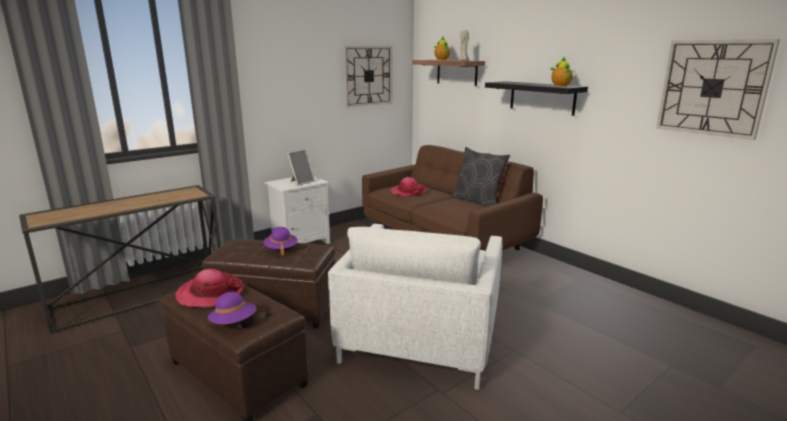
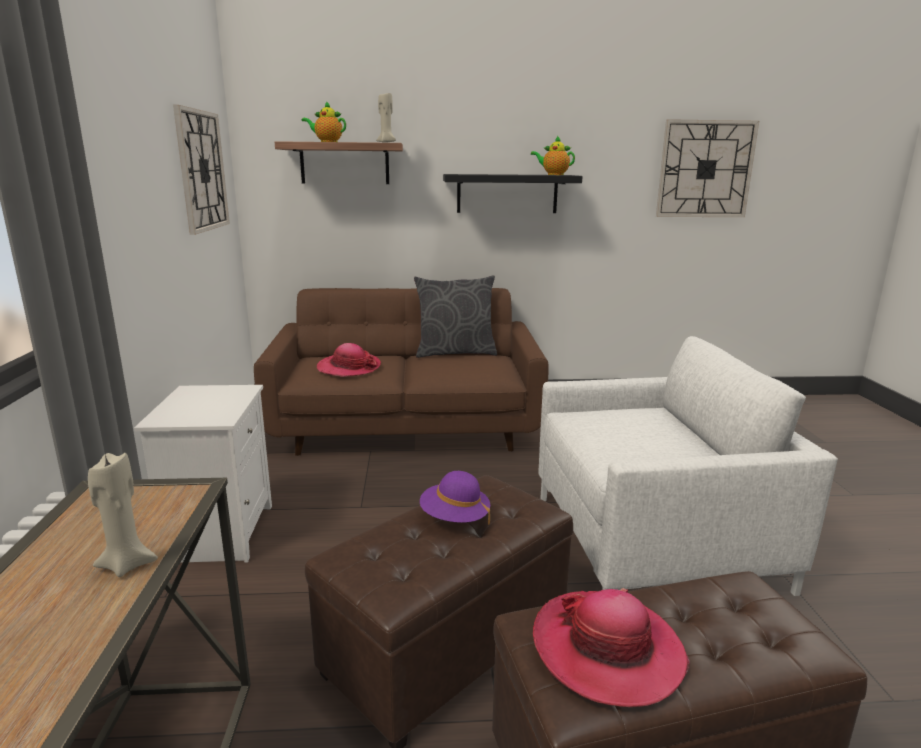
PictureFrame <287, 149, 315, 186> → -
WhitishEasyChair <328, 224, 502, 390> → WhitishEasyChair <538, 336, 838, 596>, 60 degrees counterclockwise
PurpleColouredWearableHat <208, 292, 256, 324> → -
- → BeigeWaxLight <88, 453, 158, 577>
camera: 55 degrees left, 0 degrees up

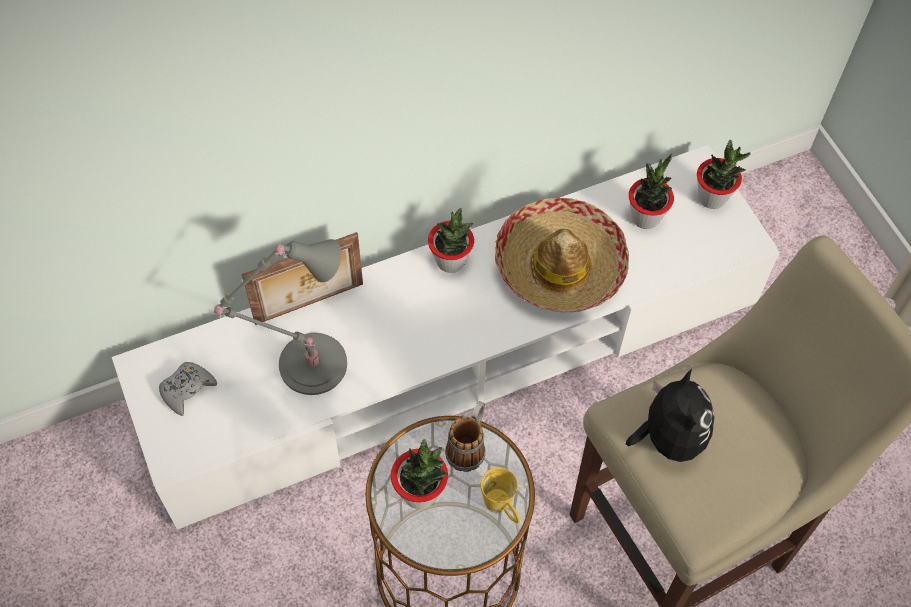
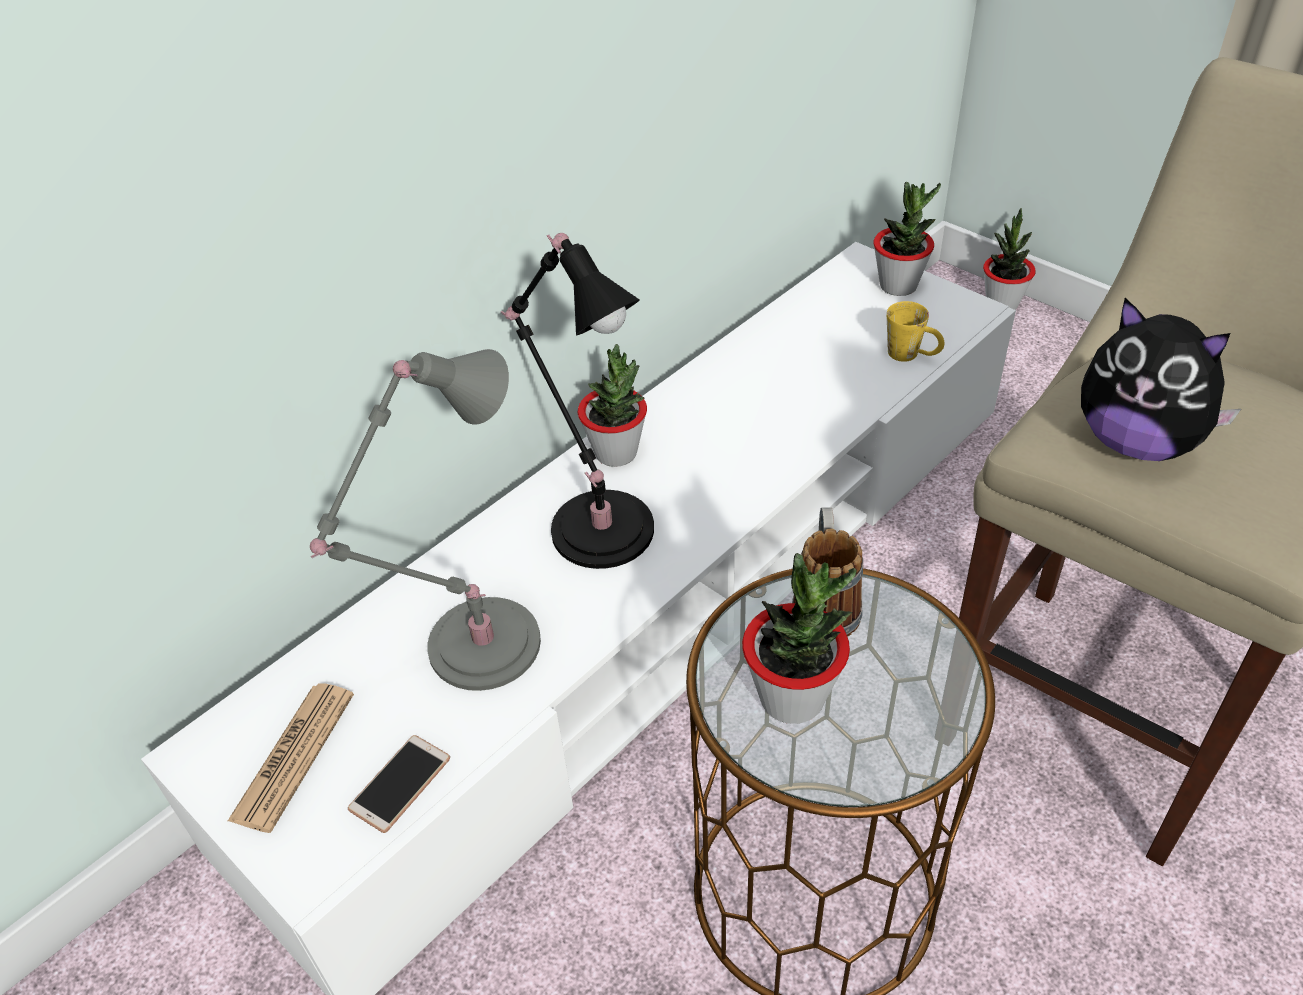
PlantInAPot <629, 154, 674, 229> → PlantInAPot <983, 208, 1036, 310>, move
WearableHat <495, 198, 629, 313> → -
PictureFrame <242, 232, 363, 325> → -
GrayGamepad <159, 362, 217, 416> → DailyPaper <228, 683, 354, 833>
PlushToy <626, 369, 715, 462> → PlushToy <1081, 298, 1241, 461>, 150 degrees clockwise
YellowishCoffeeMug <481, 467, 520, 523> → YellowishCoffeeMug <887, 301, 944, 362>, move
- → BlackTabletopLamp <500, 233, 654, 569>
- → Telephone <348, 735, 450, 833>
camera: 20 degrees left, 15 degrees down

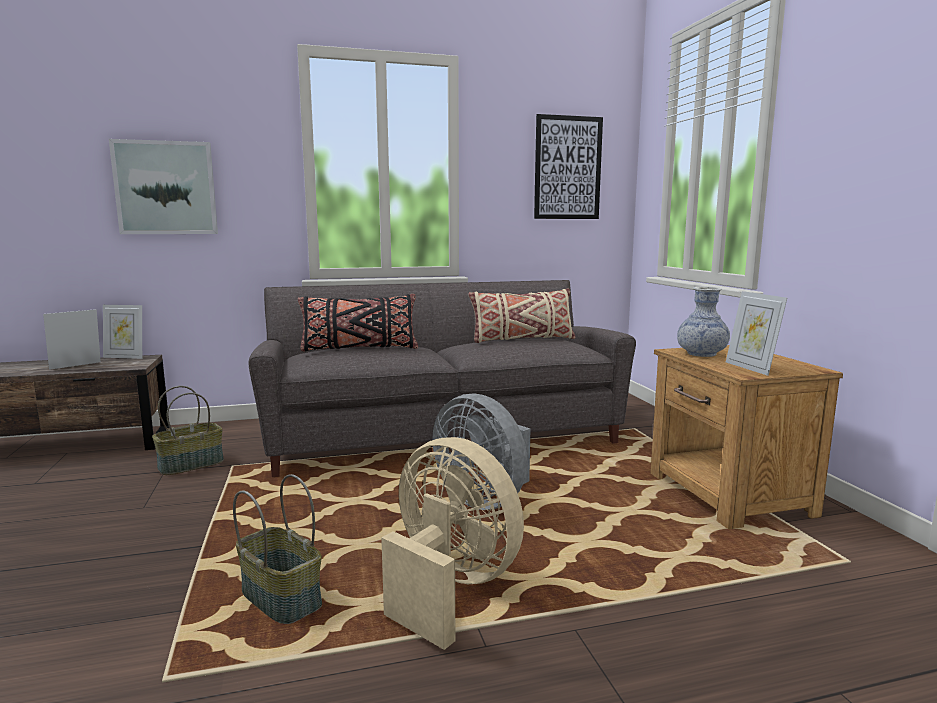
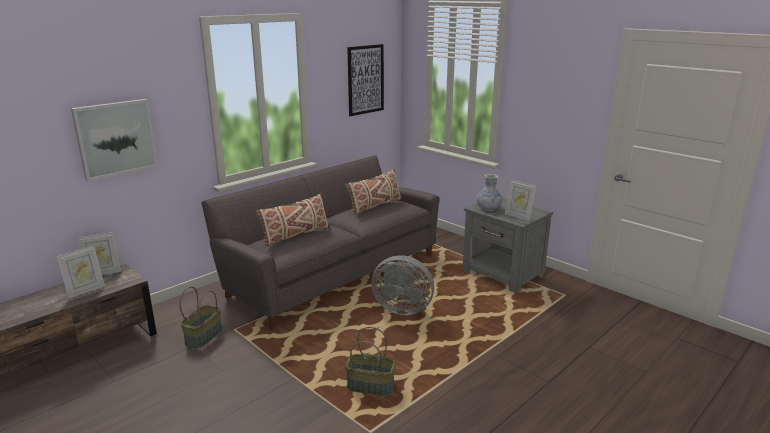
BlackPillow <298, 294, 418, 352> → BeigePillow <256, 193, 330, 246>
PictureFrame <43, 309, 101, 370> → PictureFrame <56, 245, 105, 298>, 150 degrees counterclockwise
BrownishBedsideTable <650, 345, 843, 529> → GrayBedsideTable <462, 198, 553, 293>
BeigeFan <381, 437, 524, 650> → -
camera: 30 degrees left, 10 degrees up

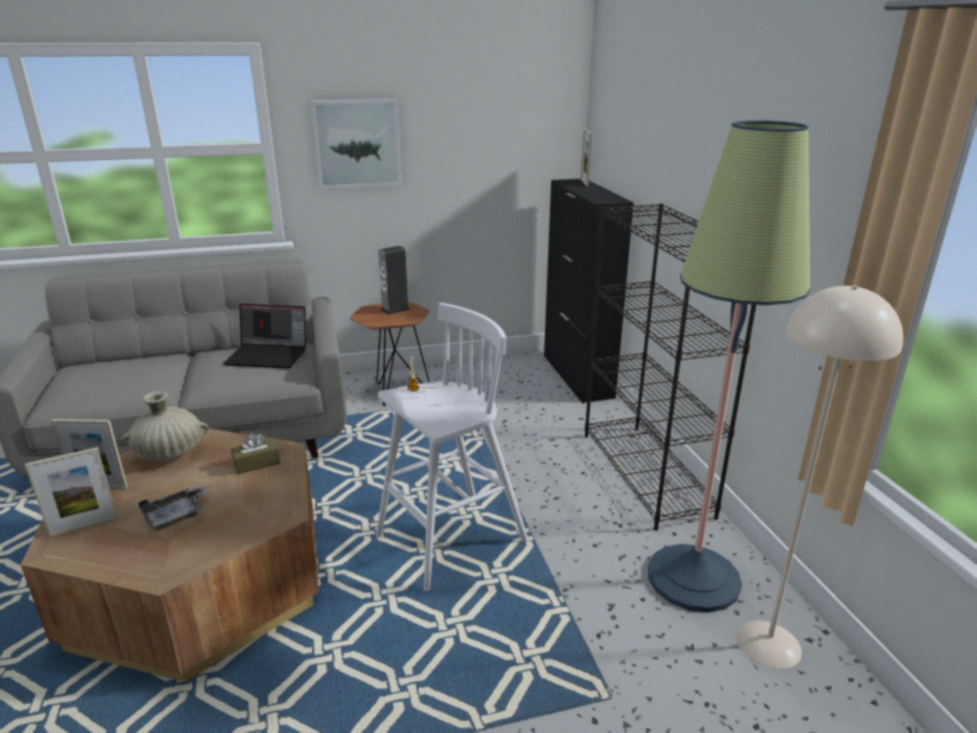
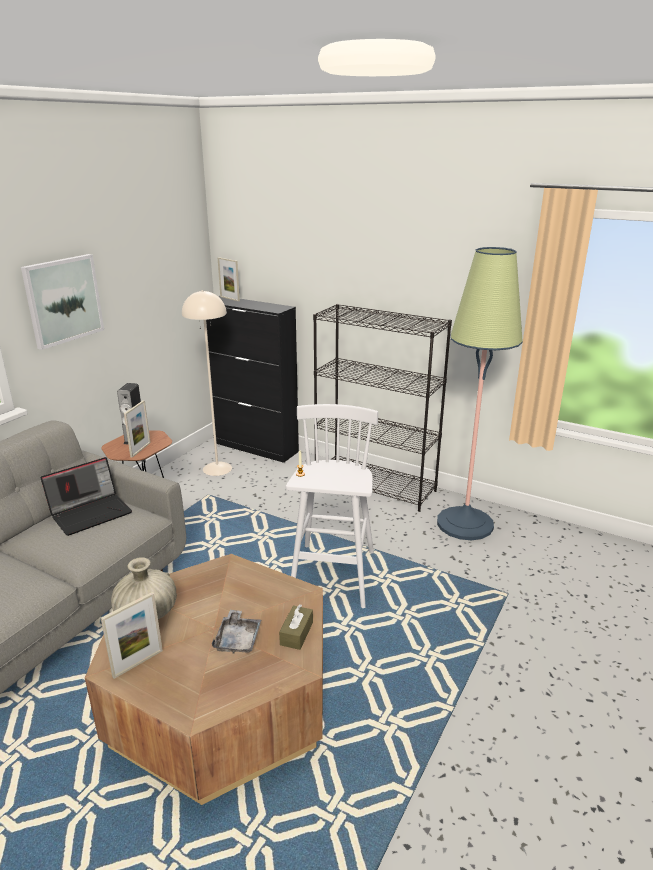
BeigeStandardLamp <736, 285, 903, 669> → BeigeStandardLamp <182, 290, 232, 476>, move
BrownishTissueHolder <231, 433, 280, 474> → BrownishTissueHolder <279, 604, 313, 650>, move
PictureFrame <25, 447, 118, 537> → PictureFrame <124, 400, 151, 458>, move
camera: 45 degrees left, 0 degrees up

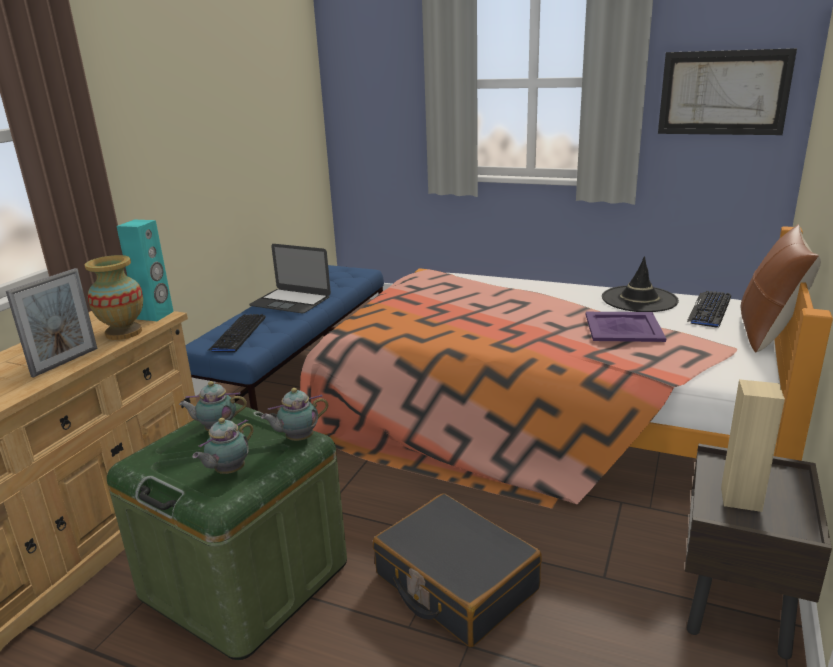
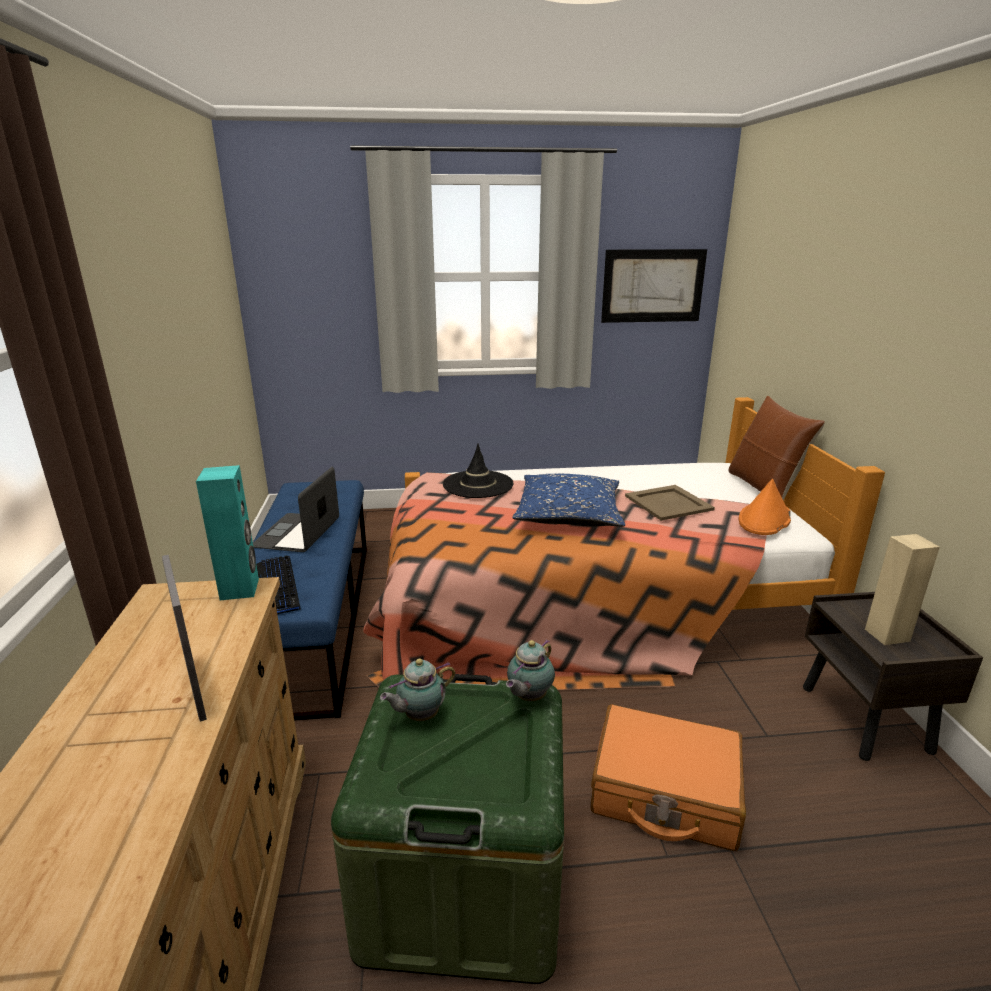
NotebookComputer <249, 244, 331, 313> → NotebookComputer <253, 467, 339, 552>, 105 degrees clockwise
FlowerVase <85, 255, 143, 340> → -
BlackWearableHat <602, 256, 679, 312> → BlackWearableHat <443, 444, 513, 498>, move
PictureFrame <6, 268, 97, 378> → PictureFrame <162, 555, 207, 722>, 150 degrees clockwise
Keyboard <687, 291, 731, 328> → -
PurpleColouredTray <586, 312, 666, 342> → BeigeTray <625, 485, 715, 521>
TeaPot <192, 418, 254, 474> → -
BlackSuitcase <373, 493, 542, 647> → OrangeSuitcase <590, 704, 746, 851>
- → BluishPillow <513, 474, 625, 527>
- → OrangeWearableHat <739, 479, 791, 535>
camera: 30 degrees left, 0 degrees up

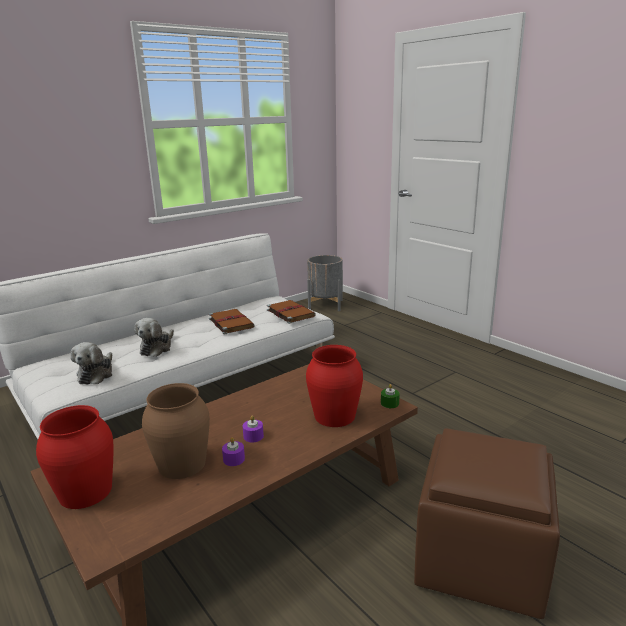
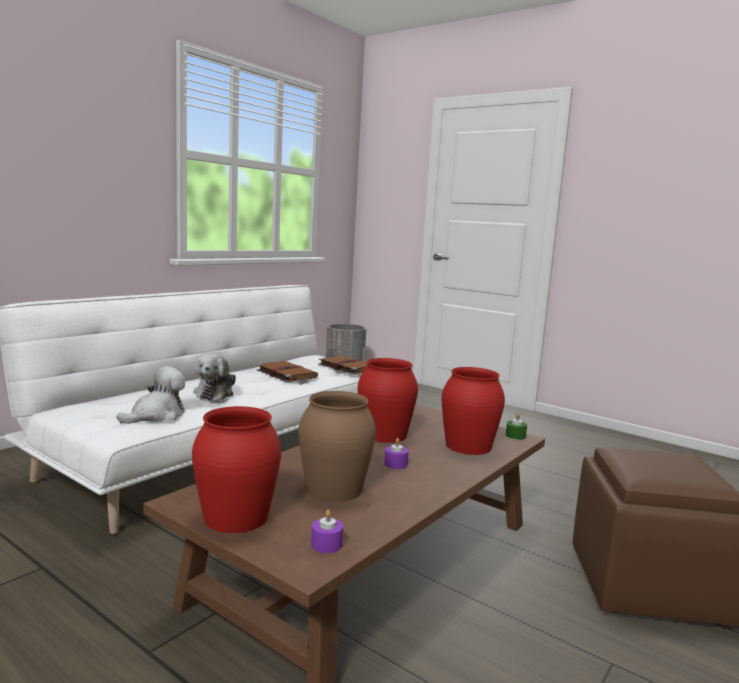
PlushToy <70, 342, 112, 385> → PlushToy <117, 366, 185, 424>, 135 degrees counterclockwise
PurpleColouredWaxLight <222, 437, 245, 466> → PurpleColouredWaxLight <311, 510, 343, 553>, move
- → RedFlowerVase <358, 358, 418, 443>
camera: 15 degrees left, 10 degrees down

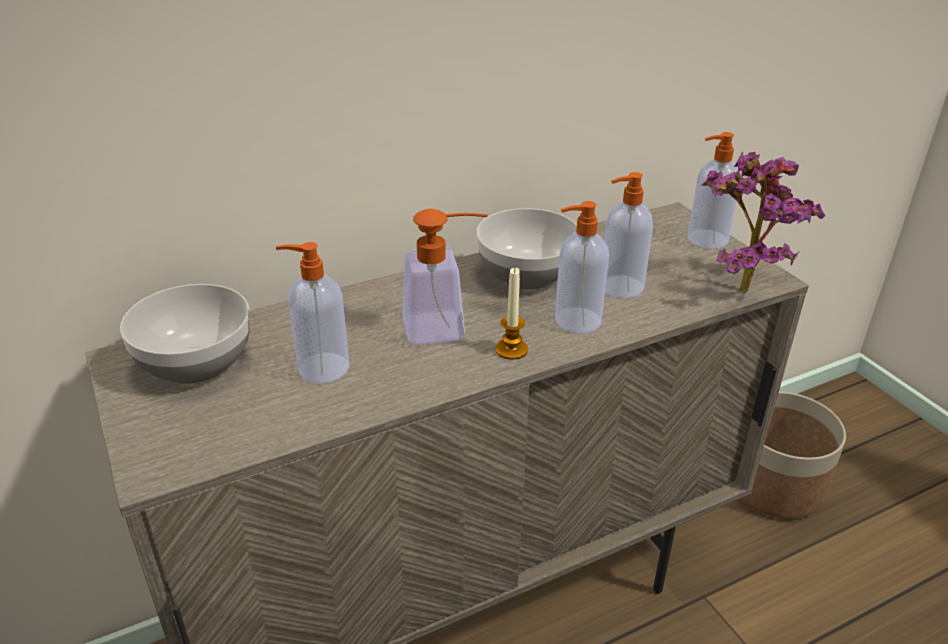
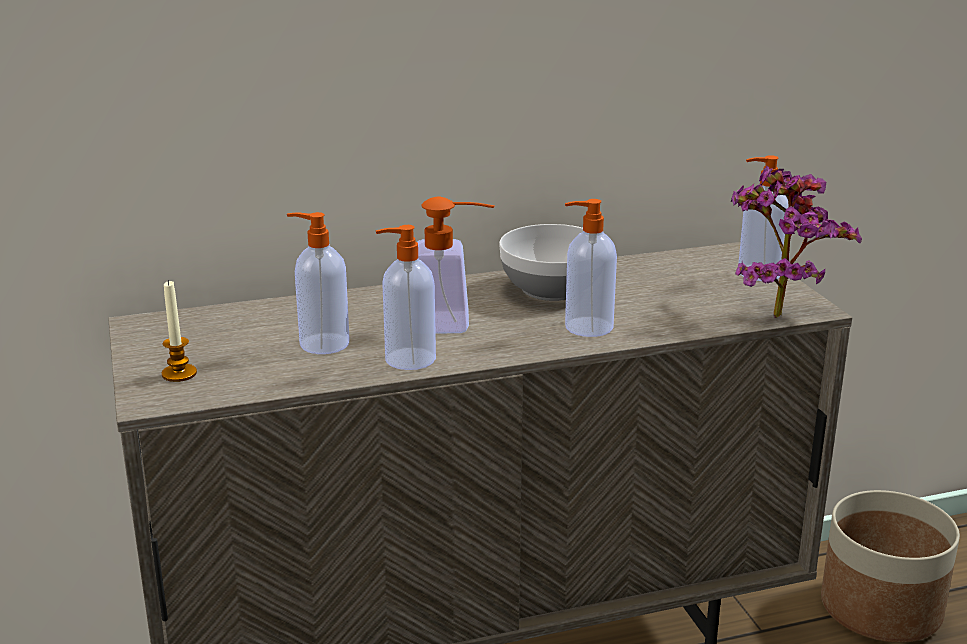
SoapBottle <604, 172, 653, 298> → SoapBottle <376, 225, 436, 370>, move
WaxLight <496, 268, 528, 360> → WaxLight <162, 280, 197, 382>, move
ServingBowl <120, 284, 251, 384> → -
camera: 10 degrees right, 10 degrees down

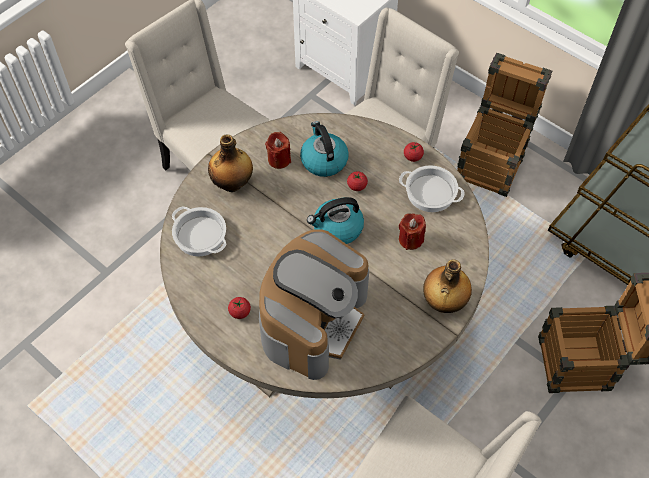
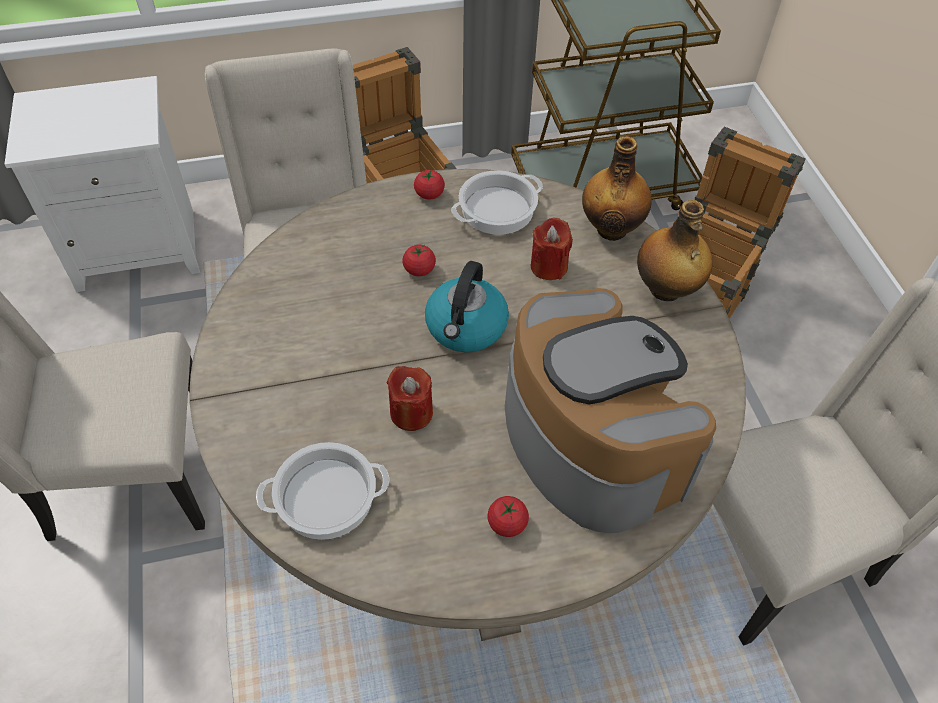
TeaKettle <300, 121, 349, 177> → -
RedWaxLight <265, 132, 291, 169> → RedWaxLight <387, 366, 433, 431>, move
DrinkBottle <208, 134, 253, 192> → DrinkBottle <582, 136, 652, 241>, move
camera: 55 degrees left, 5 degrees down

